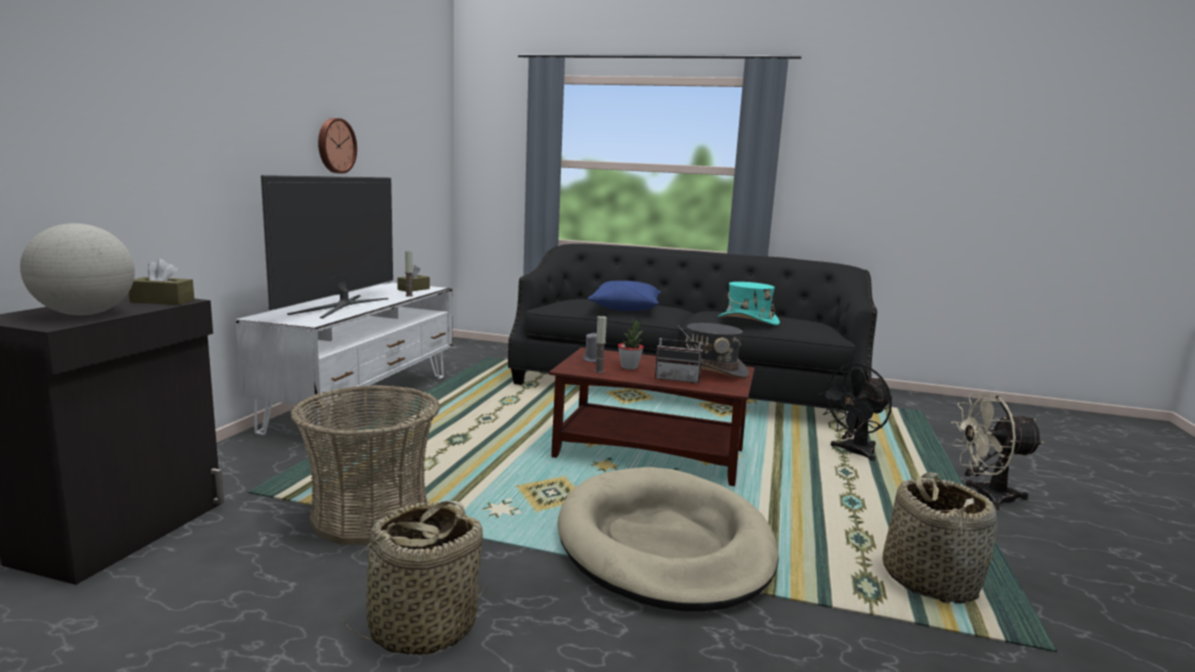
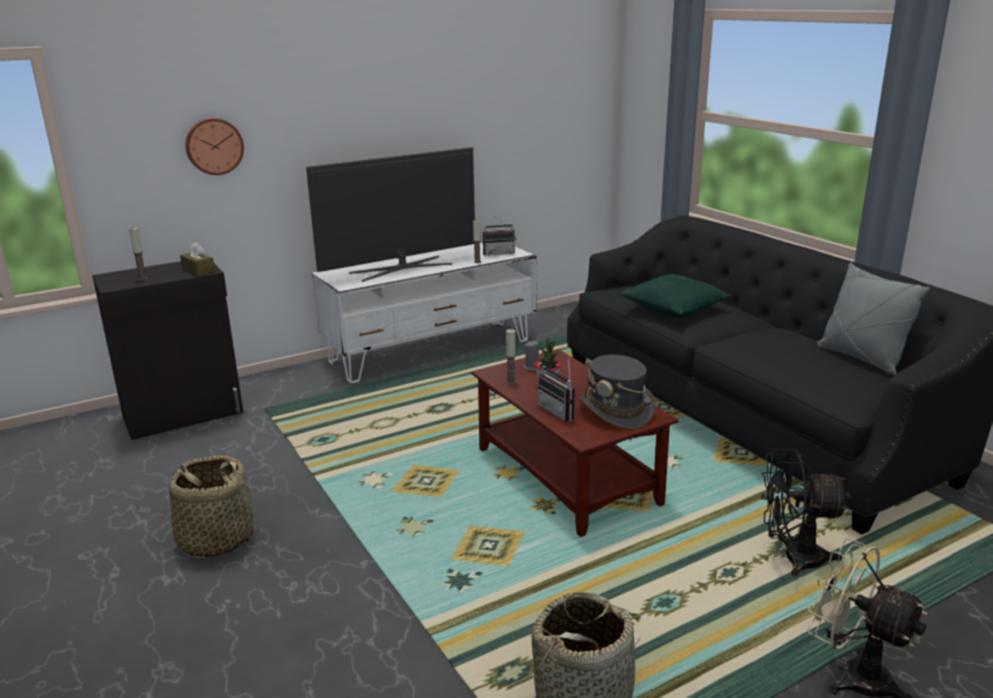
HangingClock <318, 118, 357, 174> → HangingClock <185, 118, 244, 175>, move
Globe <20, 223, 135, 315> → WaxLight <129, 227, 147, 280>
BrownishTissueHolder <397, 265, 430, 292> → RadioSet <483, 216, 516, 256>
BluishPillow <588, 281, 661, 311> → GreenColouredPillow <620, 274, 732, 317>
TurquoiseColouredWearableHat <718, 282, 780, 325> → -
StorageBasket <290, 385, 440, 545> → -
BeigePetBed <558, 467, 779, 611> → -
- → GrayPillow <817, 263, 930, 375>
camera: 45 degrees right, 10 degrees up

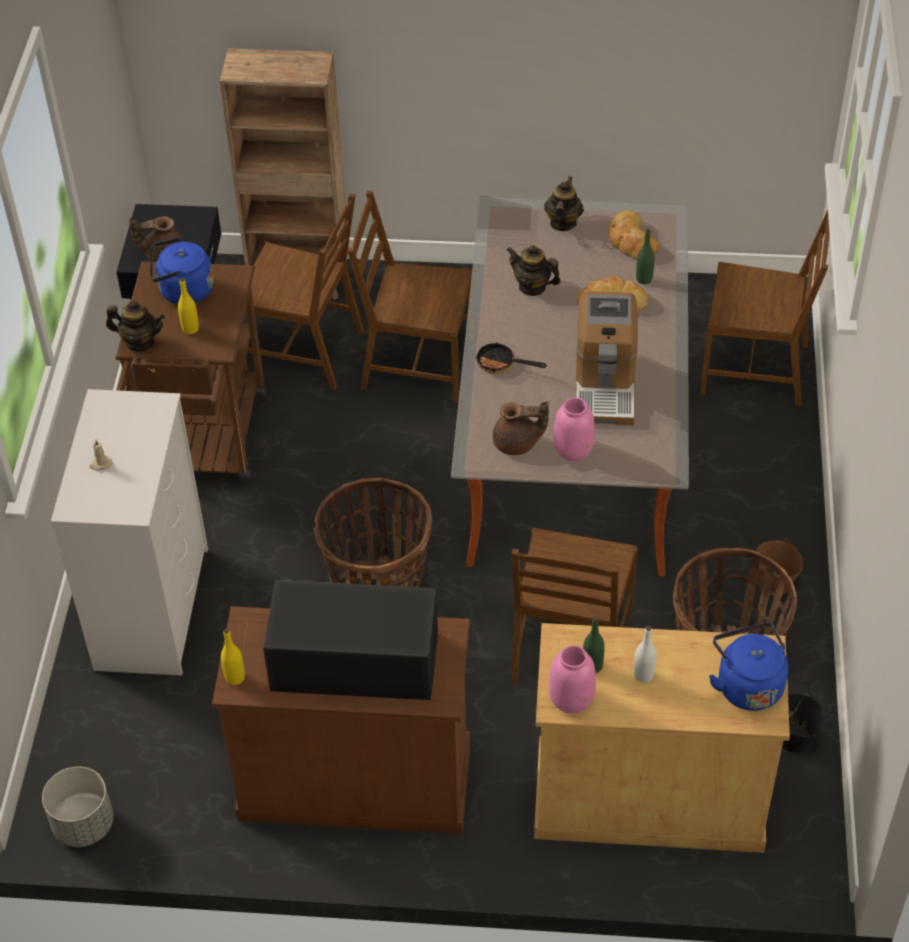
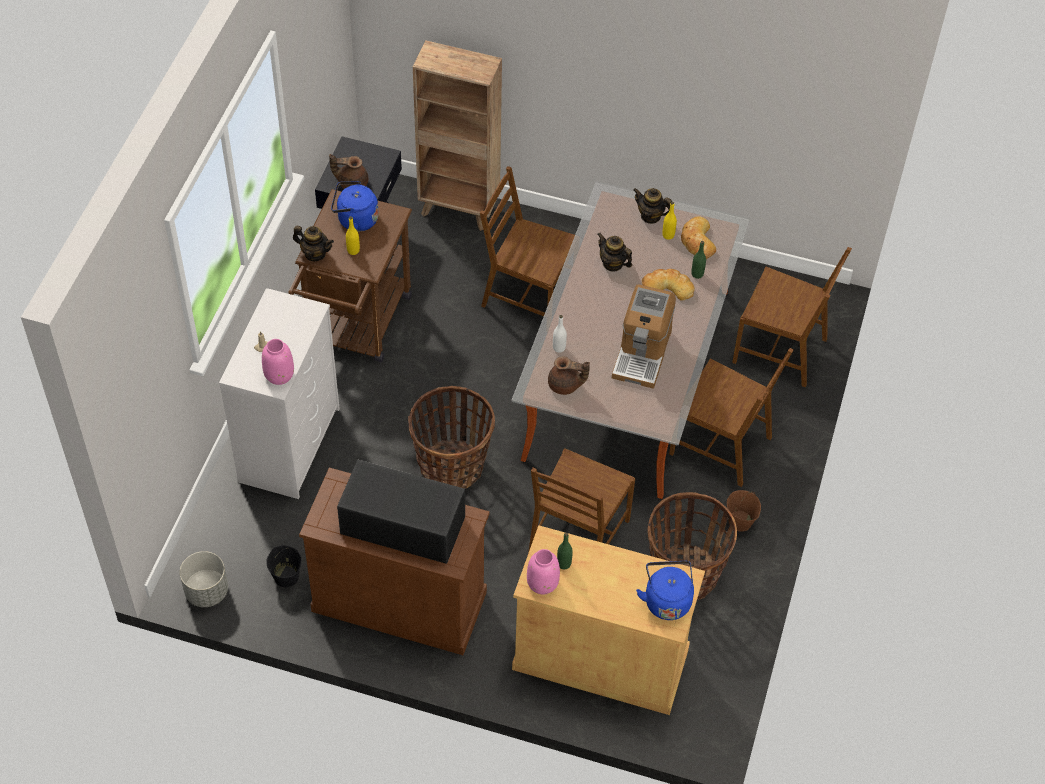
TeaPot <544, 176, 584, 231> → TeaPot <633, 188, 672, 224>, 90 degrees counterclockwise
BrownishUprightChair <243, 193, 364, 390> → BrownishUprightChair <669, 348, 793, 487>, move
Skillet <476, 343, 547, 374> → -
PinkFlowerVase <553, 397, 595, 461> → PinkFlowerVase <262, 339, 294, 385>, move
WhitishDrinkBottle <634, 626, 656, 683> → WhitishDrinkBottle <553, 315, 567, 353>, move
YellowishDrinkBottle <221, 628, 245, 685> → YellowishDrinkBottle <662, 202, 677, 240>, move
BlackPail <782, 693, 825, 753> → BlackPail <266, 545, 302, 587>, move
camera: 10 degrees right, 5 degrees up

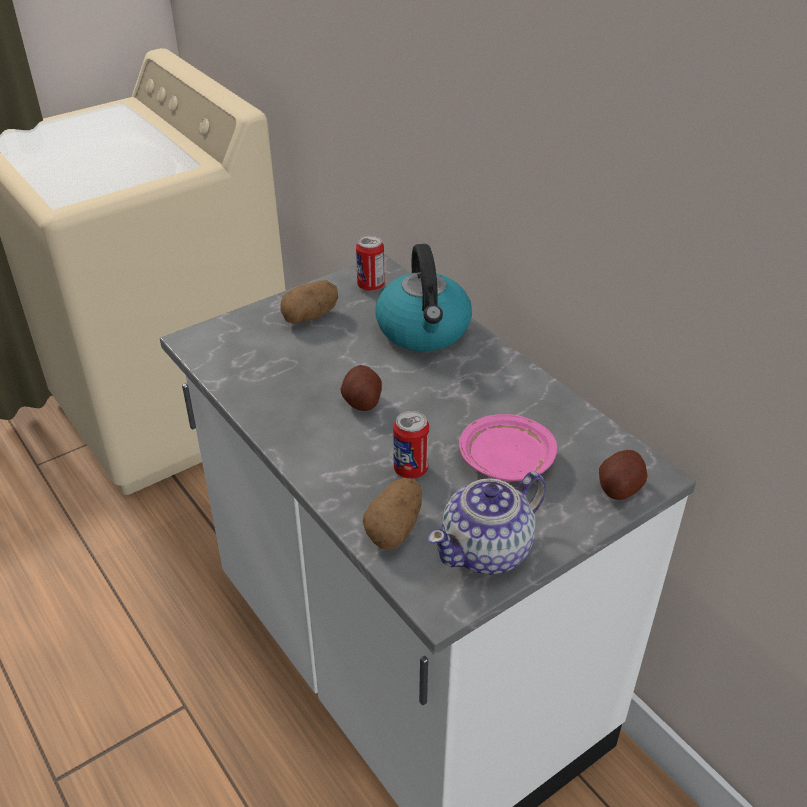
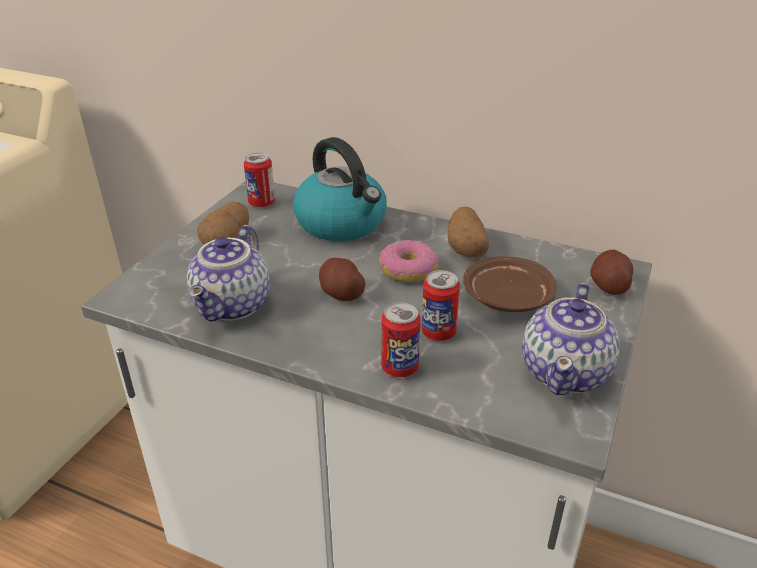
PinkFlatDish <459, 414, 557, 481> → BrownishFlatDish <463, 256, 556, 312>
Potato <363, 478, 422, 550> → Potato <448, 207, 489, 257>, move
- → TeaPot <187, 225, 270, 322>
- → Donut <379, 240, 439, 283>
- → MetalCan <381, 303, 421, 377>
camera: 30 degrees left, 5 degrees down

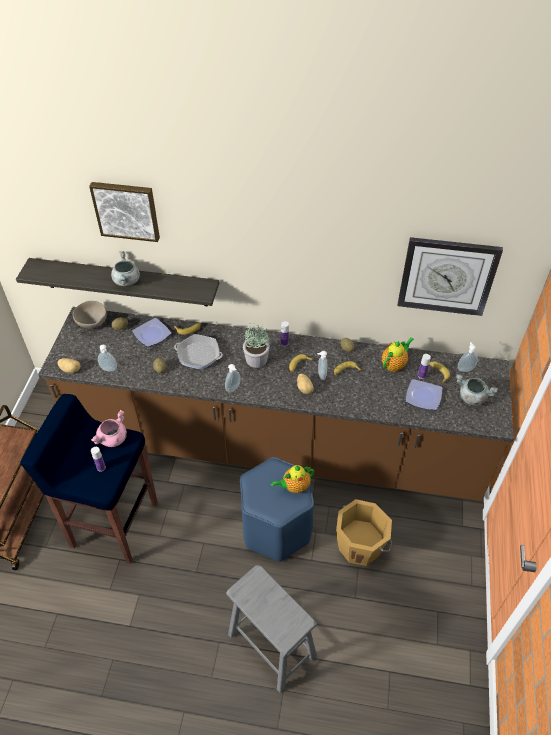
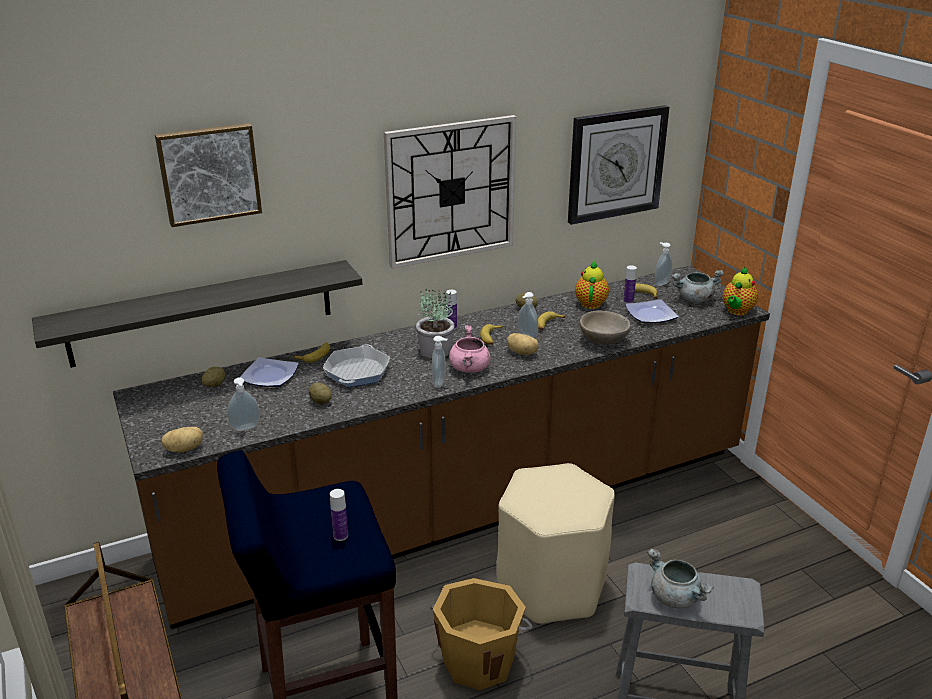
GrayCookingPot <111, 251, 140, 286> → GrayCookingPot <647, 549, 714, 608>, move
BeigeServingBowl <73, 301, 107, 329> → BeigeServingBowl <580, 310, 631, 345>, move
Skillet <174, 334, 223, 369> → Skillet <323, 345, 390, 387>, 60 degrees counterclockwise
PinkCookingPot <91, 410, 127, 447> → PinkCookingPot <449, 325, 490, 373>, move
BluishStoolSeat <240, 457, 314, 562> → BeigeStoolSeat <497, 463, 615, 625>
TeaPot <271, 465, 314, 493> → TeaPot <723, 267, 758, 315>, move
OrangePail <336, 499, 392, 566> → OrangePail <430, 578, 533, 690>, move
- → HangingClock <384, 115, 516, 269>
camera: 35 degrees left, 20 degrees down

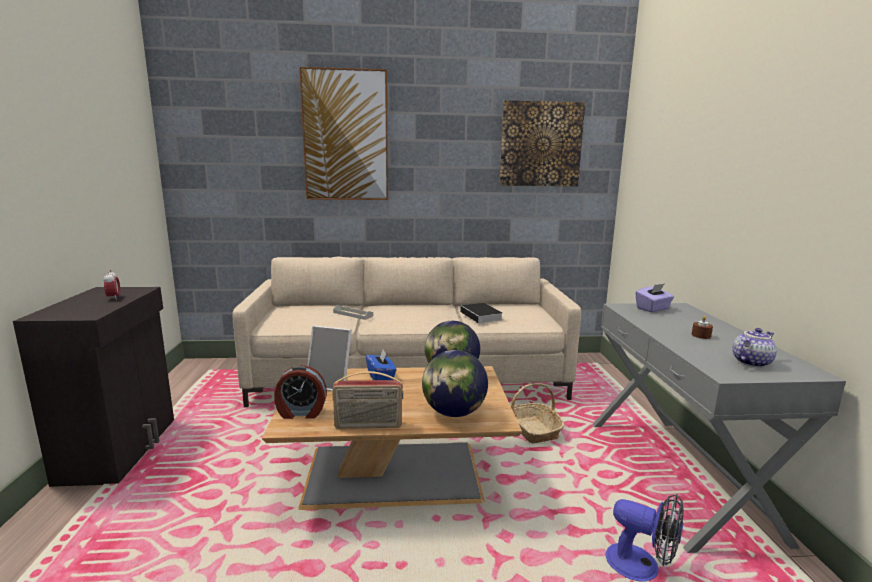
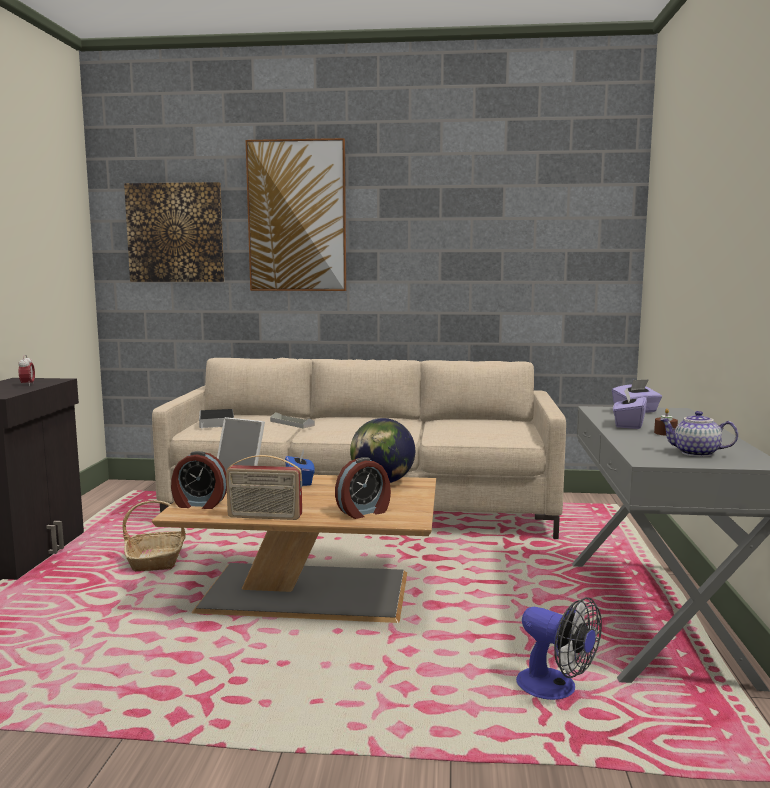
WallArt <499, 100, 585, 186> → WallArt <124, 182, 224, 282>, move
BoundBook <460, 303, 502, 323> → BoundBook <199, 409, 234, 429>, move
TeaPot <732, 328, 777, 367> → TeaPot <659, 411, 738, 457>, 135 degrees counterclockwise
Globe <422, 350, 488, 417> → BedsideClock <335, 457, 391, 519>
StorageBasket <511, 383, 564, 443> → StorageBasket <122, 500, 186, 571>, move
- → PurpleColouredTissueHolder <613, 388, 647, 429>
camera: 10 degrees right, 5 degrees down

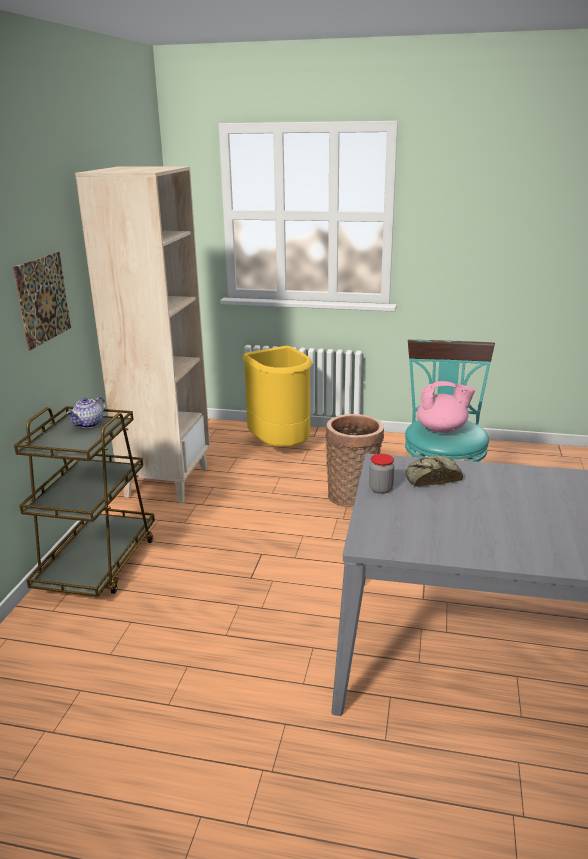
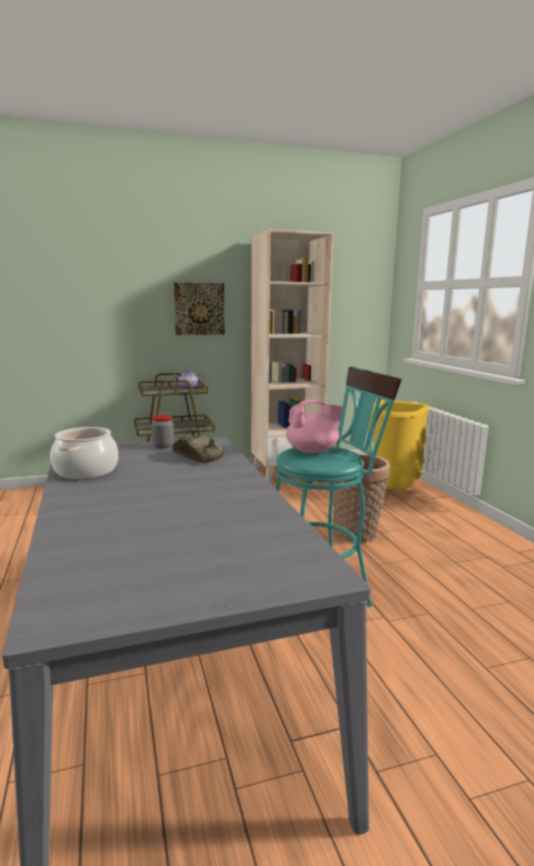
PinkTeaPot <417, 381, 476, 433> → PinkTeaPot <286, 400, 344, 454>, 75 degrees counterclockwise
- → CookingPot <50, 427, 118, 479>
camera: 60 degrees right, 10 degrees down

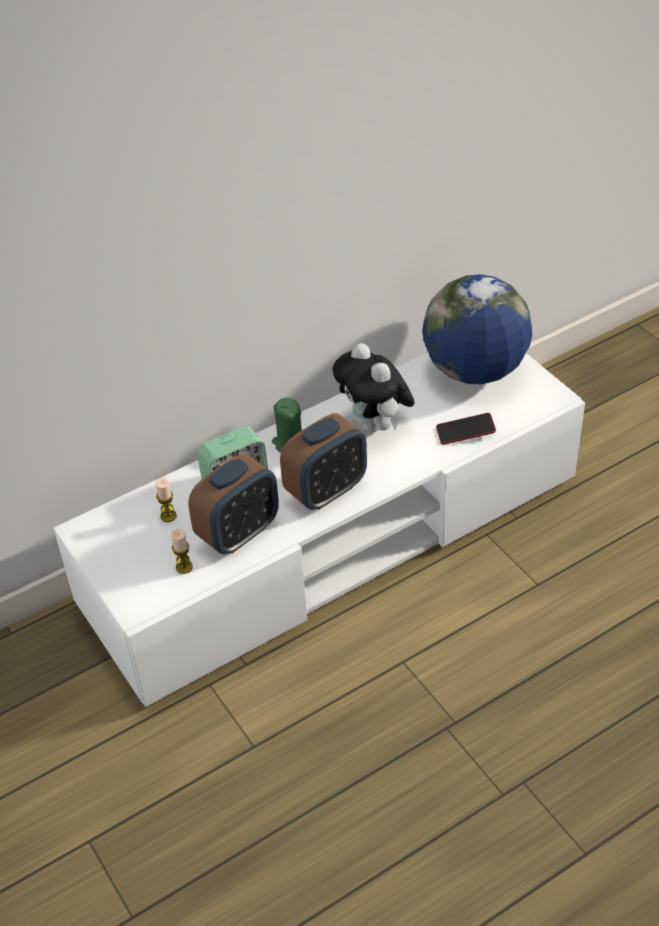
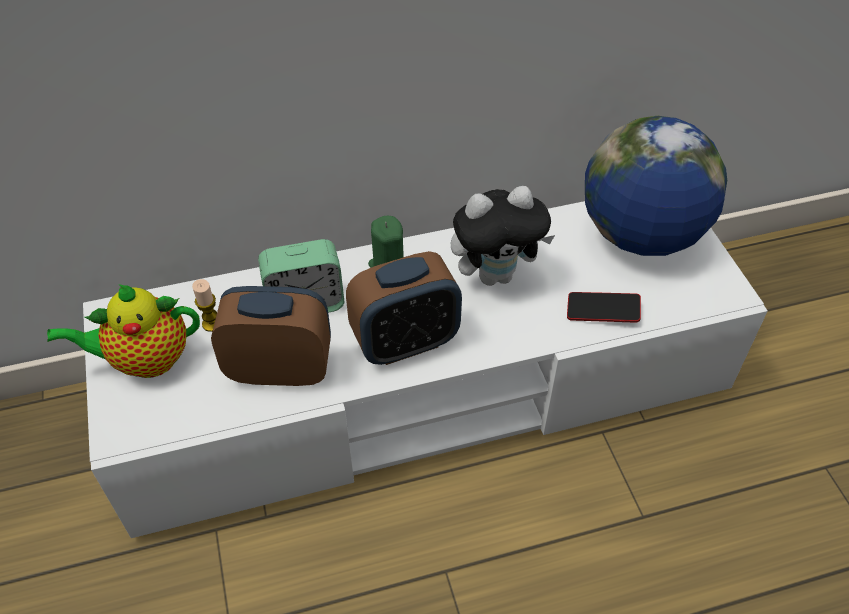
PlushToy <333, 343, 414, 433> → PlushToy <451, 186, 555, 286>, 90 degrees counterclockwise
BedsideClock <188, 453, 279, 554> → BedsideClock <211, 286, 331, 386>, 150 degrees counterclockwise
WaxLight <171, 529, 193, 574> → -
- → TeaPot <47, 284, 200, 378>
camera: 15 degrees right, 5 degrees up

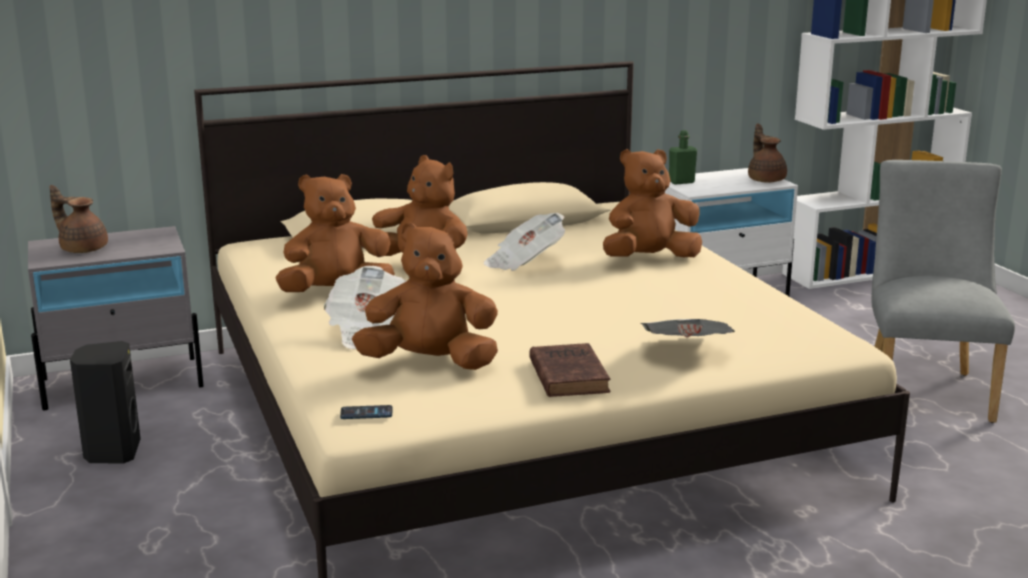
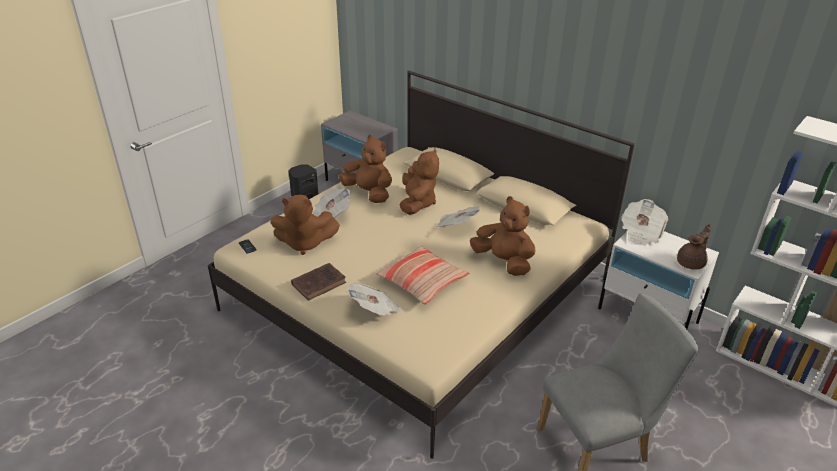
GreenColouredDrinkBottle <669, 130, 697, 185> → DailyPaper <621, 199, 668, 245>
BrownishTeaPot <50, 185, 108, 253> → -
BrownishPlushToy <352, 222, 498, 370> → BrownishPlushToy <270, 195, 340, 255>, 120 degrees clockwise
- → Pillow <376, 246, 469, 305>
camera: 60 degrees right, 15 degrees up

